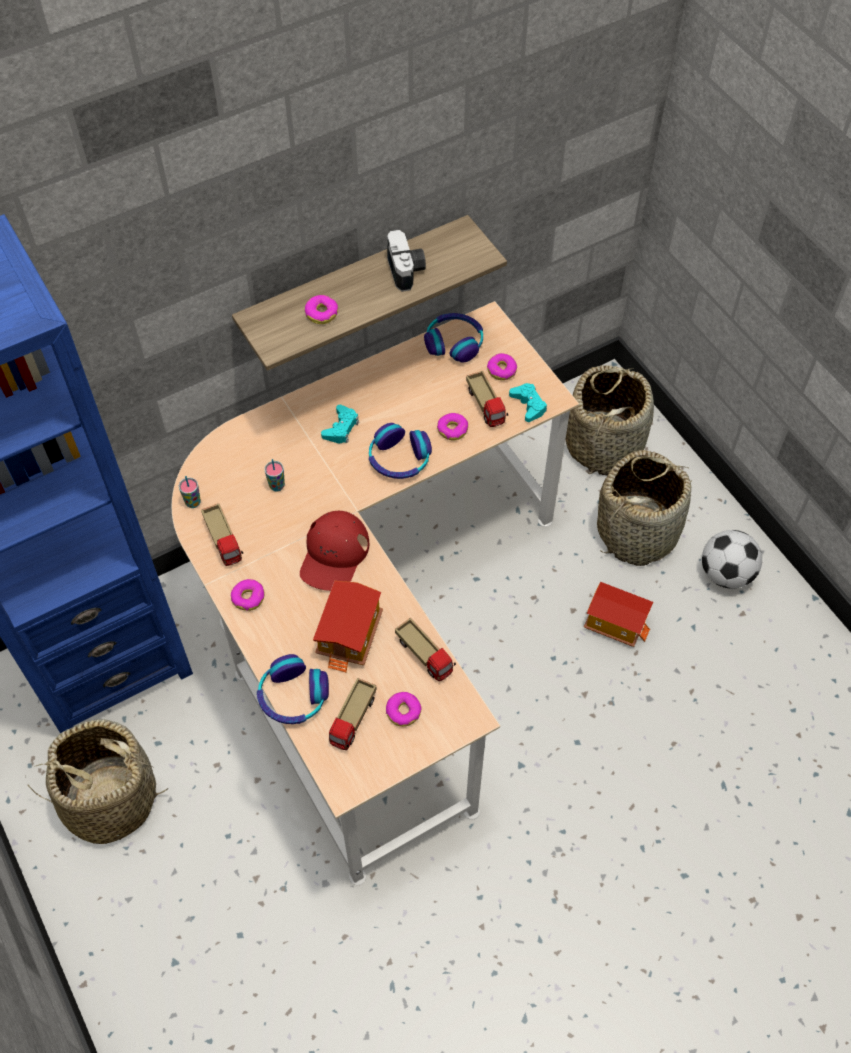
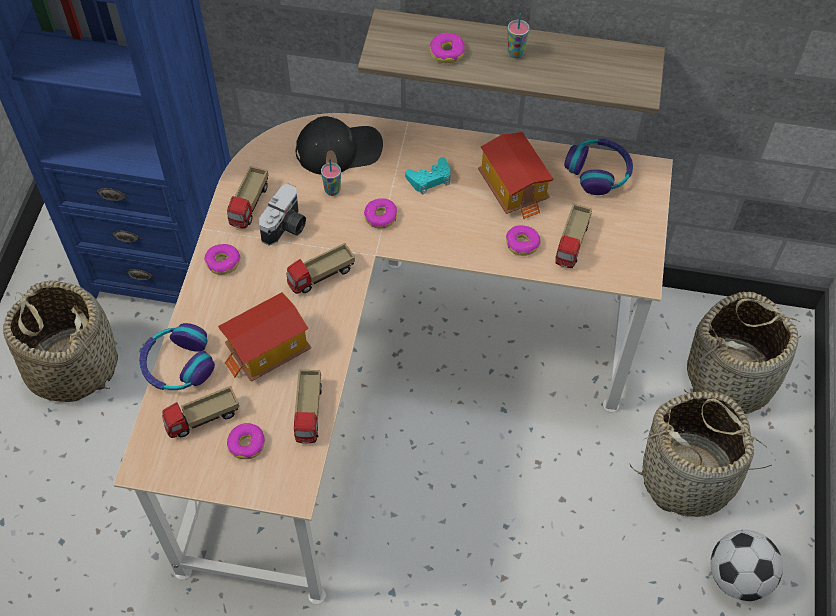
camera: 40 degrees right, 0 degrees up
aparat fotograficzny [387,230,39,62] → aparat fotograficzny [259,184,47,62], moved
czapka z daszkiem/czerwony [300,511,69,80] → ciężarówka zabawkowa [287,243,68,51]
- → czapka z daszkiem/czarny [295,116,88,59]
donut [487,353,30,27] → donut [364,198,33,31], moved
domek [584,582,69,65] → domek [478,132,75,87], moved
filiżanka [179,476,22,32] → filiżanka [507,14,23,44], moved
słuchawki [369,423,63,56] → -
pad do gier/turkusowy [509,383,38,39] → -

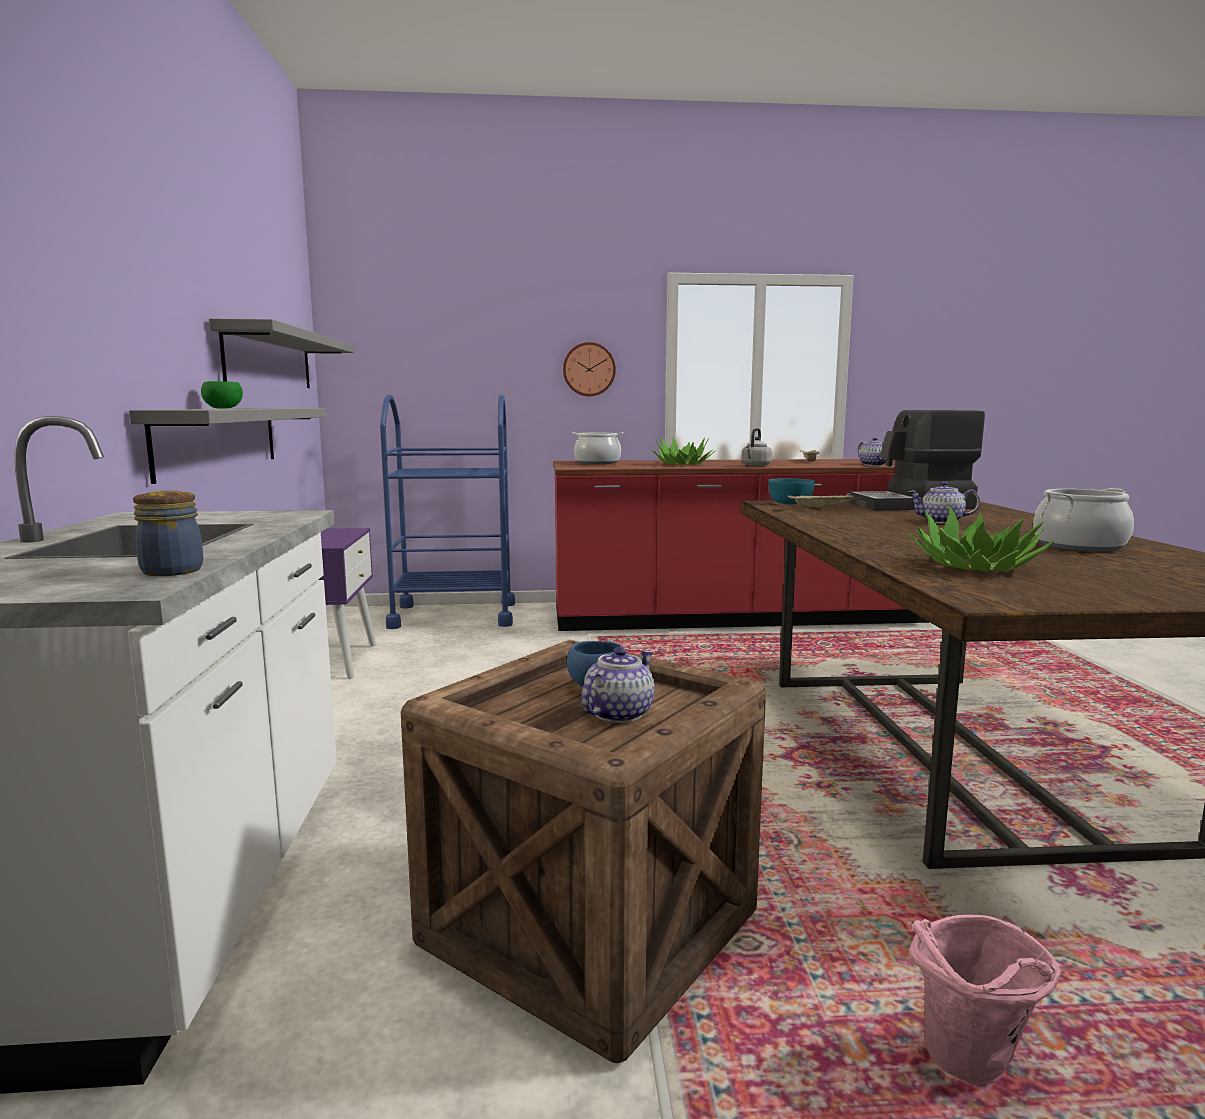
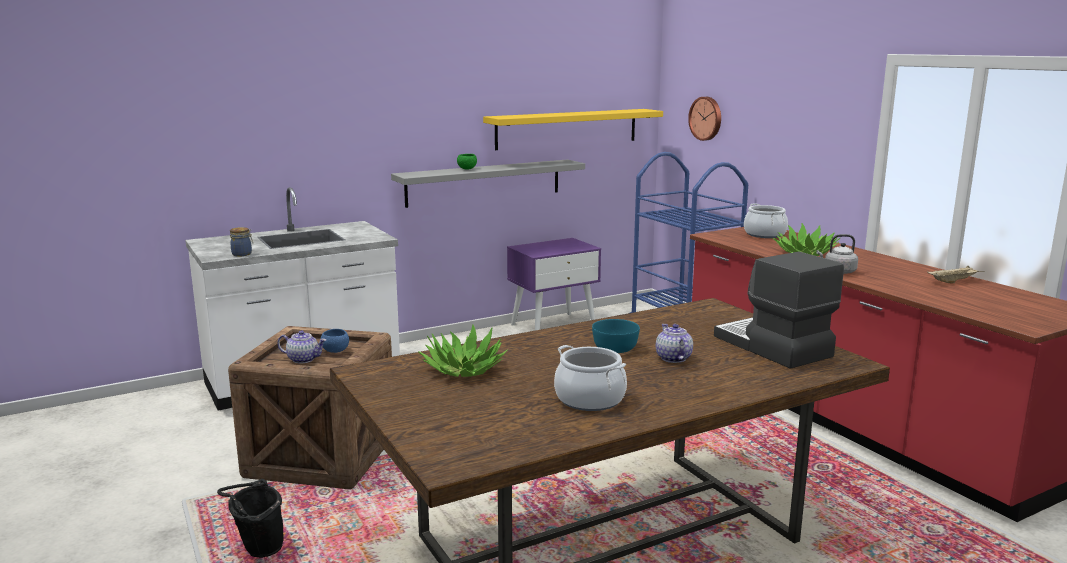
camera: 65 degrees right, 5 degrees up
wiadro/różowy [909,915,151,170] → wiadro/czarny [217,479,67,79]
półka/szary [209,319,145,69] → półka/żółty [483,109,180,41]
miska/turkusowy [768,478,47,26] → miska/turkusowy [592,319,48,34], moved
zegar ścienny [563,342,53,54] → zegar ścienny [688,97,33,44], moved
taca/beżowy [787,493,74,17] → -
imbryk [858,437,28,29] → -

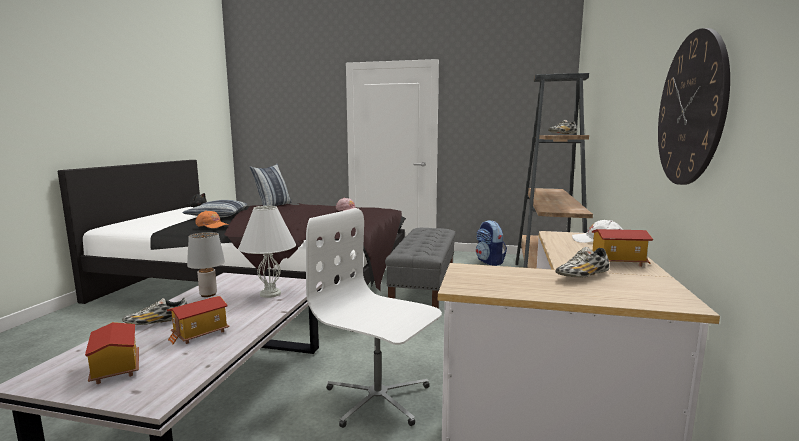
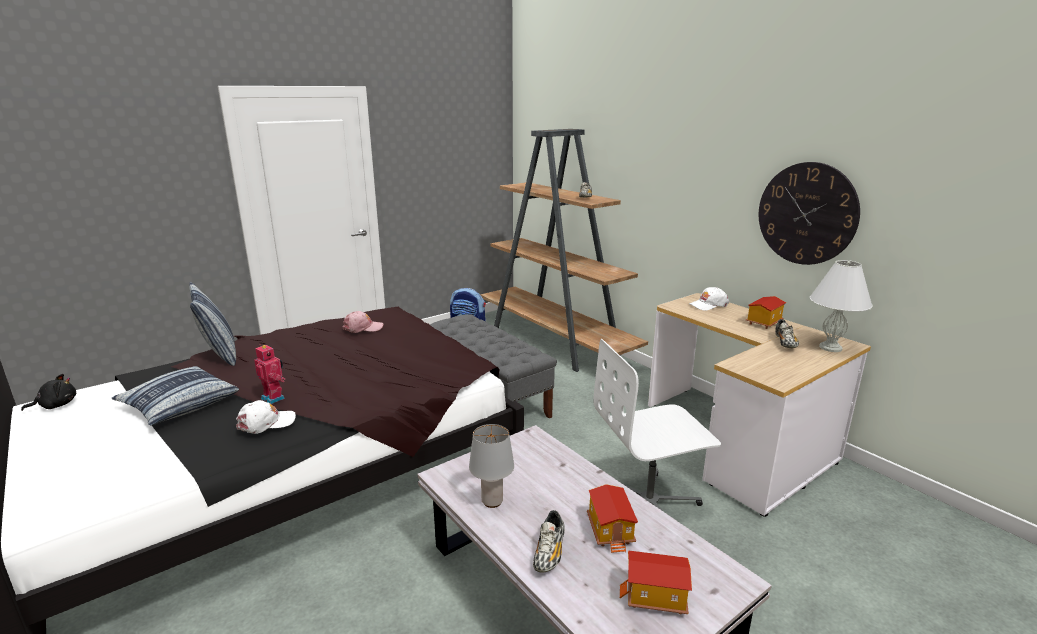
camera: 50 degrees left, 10 degrees up
czapka z daszkiem/pomarańczowy [195,210,33,18] → czapka z daszkiem/biały [236,400,60,34]
- → robot zabawkowy [254,344,31,60]
lampa stołowa/biały [238,205,58,93] → lampa stołowa/biały [810,260,63,92], moved

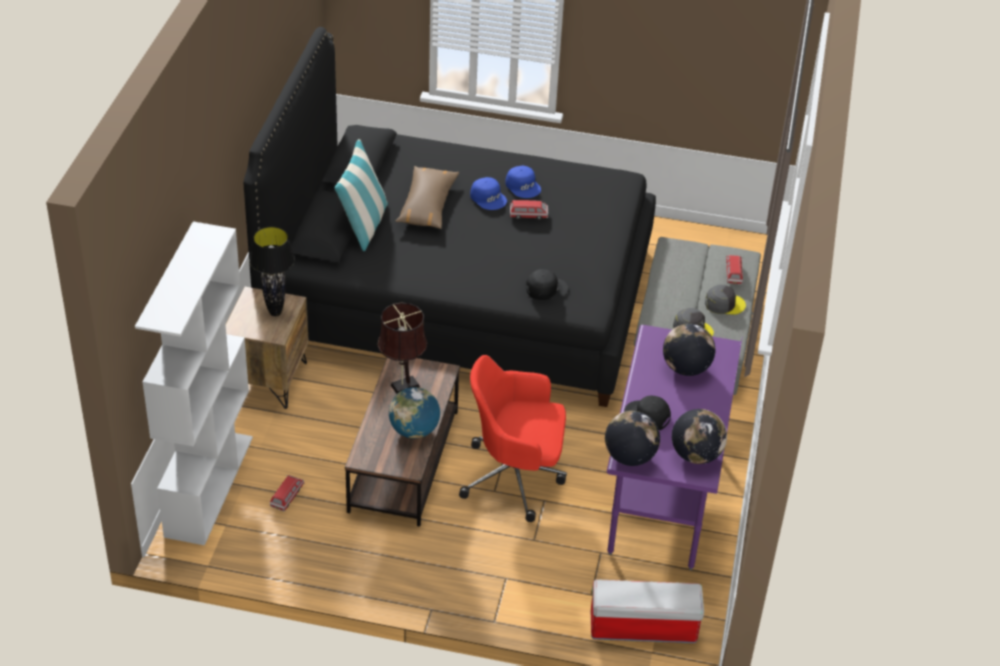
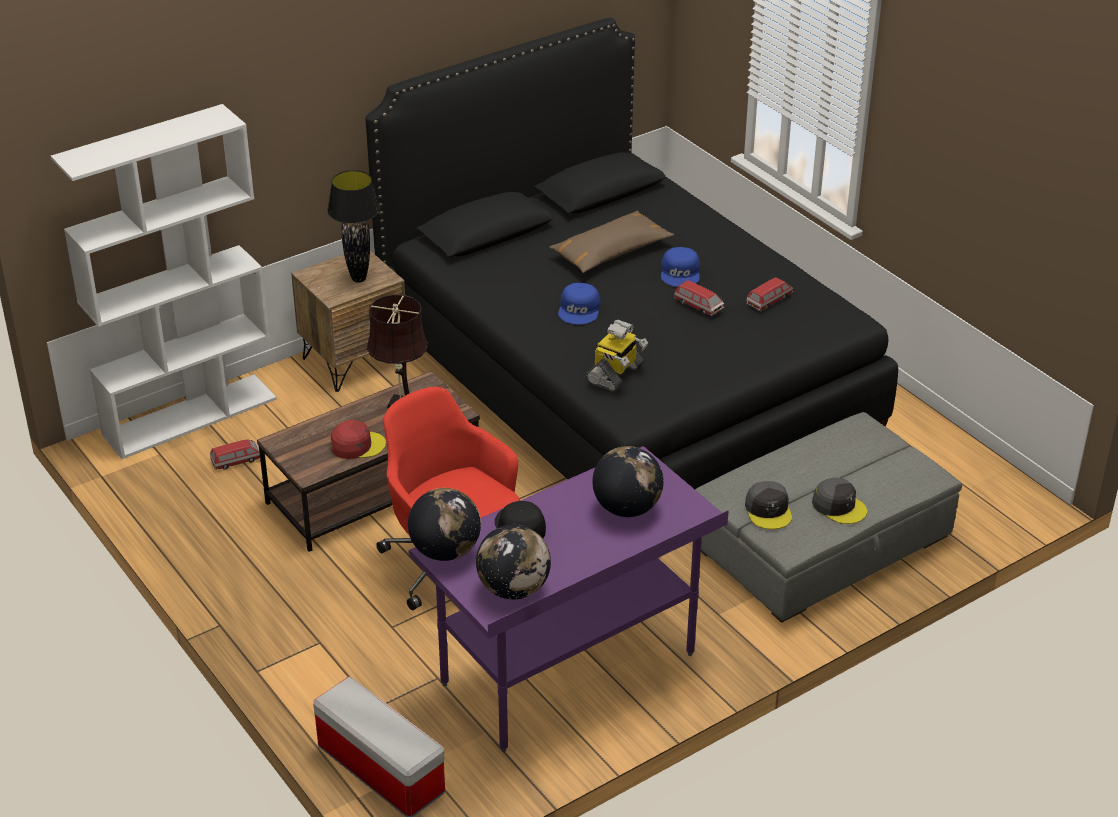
camera: 45 degrees right, 5 degrees down
globus [389,387,51,52] → czapka z daszkiem/czerwony [331,420,55,39]
czapka z daszkiem/niebieski [505,166,36,32] → czapka z daszkiem/niebieski [558,283,42,41], moved
czapka z daszkiem/czarny [526,269,43,31] → robot zabawkowy [586,320,62,72]
samochodzik [726,255,17,30] → samochodzik [746,277,48,34], moved
poduszka [334,139,54,112] → -

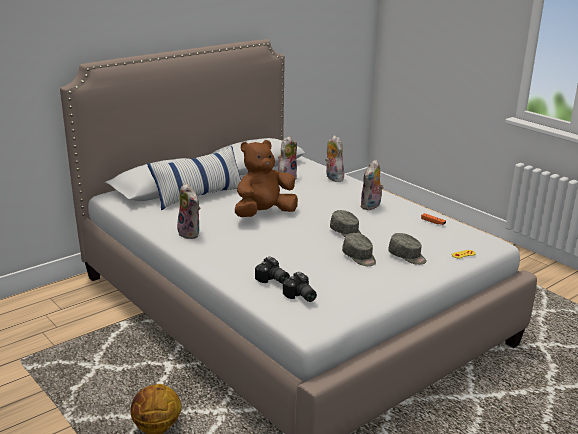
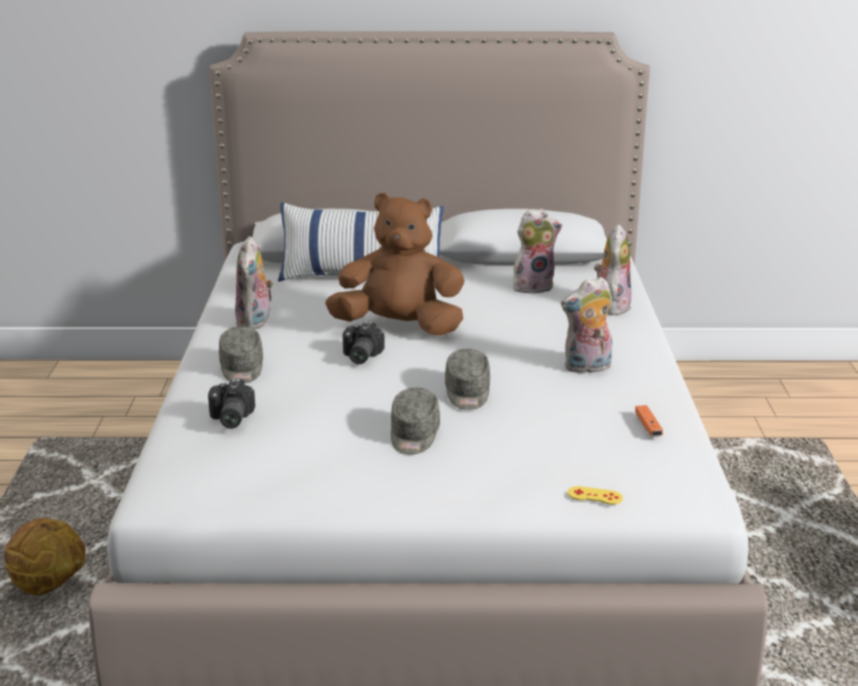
camera: 40 degrees right, 0 degrees up
czapka z daszkiem/szary [388,233,39,32] → czapka z daszkiem/szary [219,326,44,57], moved
aparat fotograficzny [283,272,34,30] → aparat fotograficzny [343,321,42,43], moved

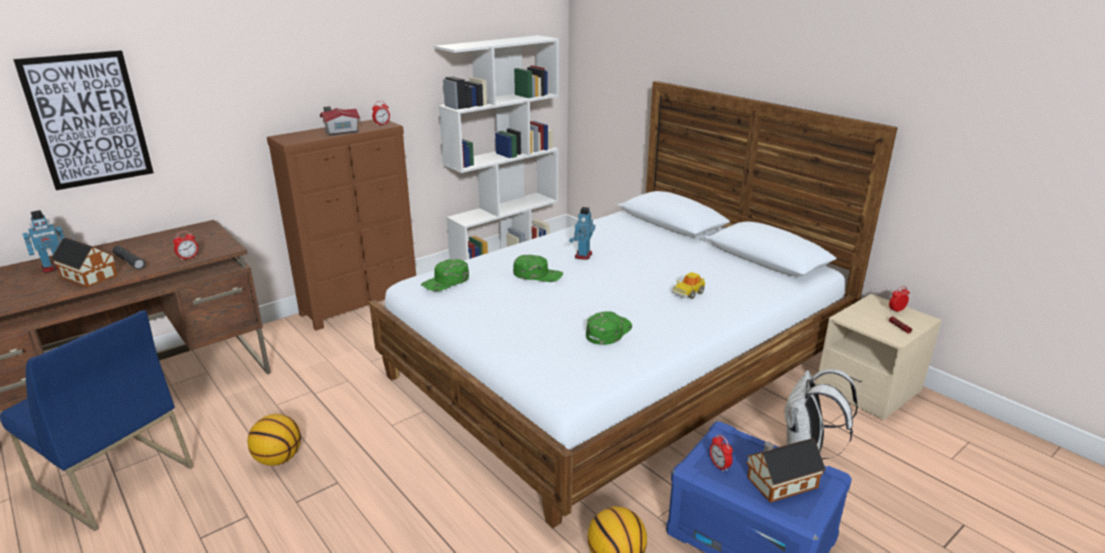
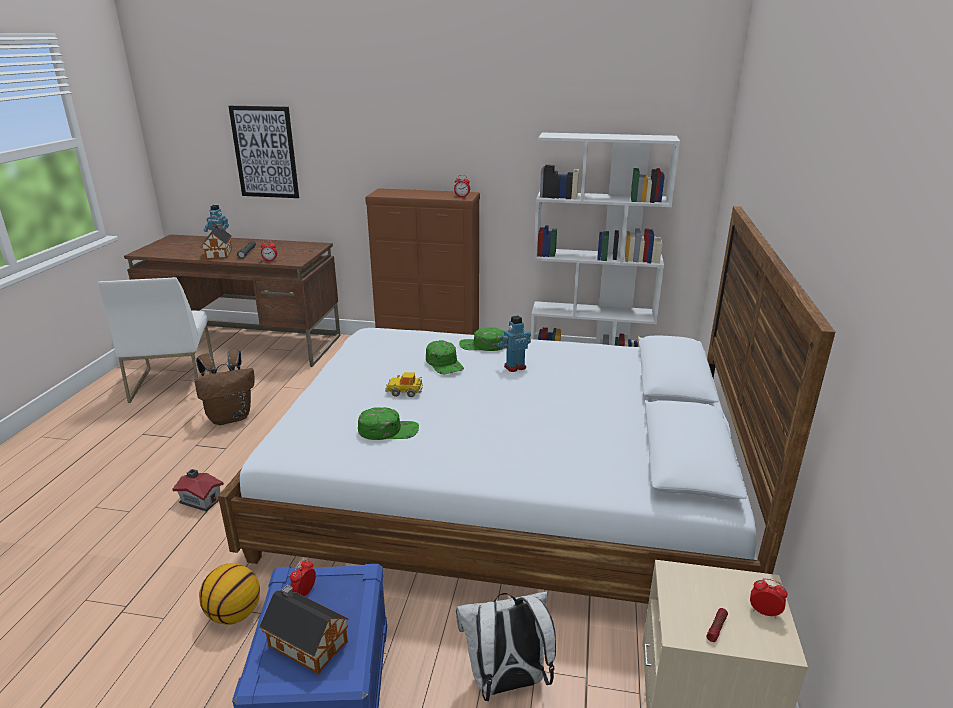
camera: 50 degrees right, 0 degrees up
krzesło/niebieski [0,310,194,221] → krzesło/biały [98,277,116,126]
domek [320,106,40,30] → domek [172,469,52,42], moved
piłka do koszykówki [247,414,54,52] → plecak/brązowy [194,349,61,76]
samochodzik [672,272,33,27] → samochodzik [385,372,38,25], moved
czapka z daszkiem/zielony [421,259,48,32] → czapka z daszkiem/zielony [459,327,45,24], moved

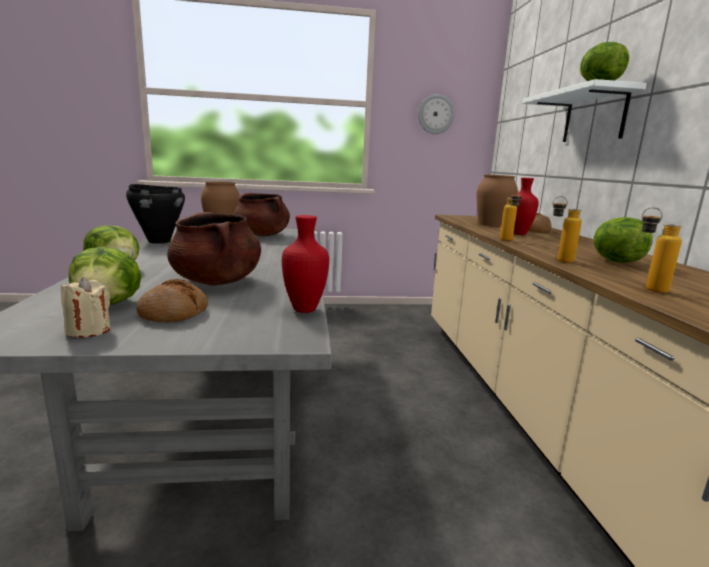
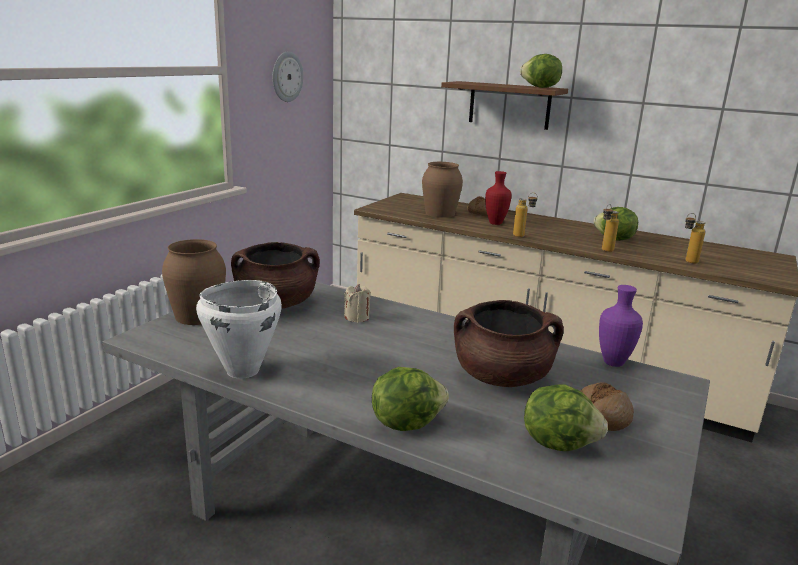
camera: 55 degrees left, 5 degrees up
garnek/czarny [126,184,59,60] → garnek/biały [196,280,86,99]
świeca/beżowy [61,277,50,61] → świeca/beżowy [344,284,27,39], moved
półka/biały [522,79,125,63] → półka/brązowy [441,81,127,49]
wazon/czerwony [282,215,47,98] → wazon/fioletowy [599,285,44,82]

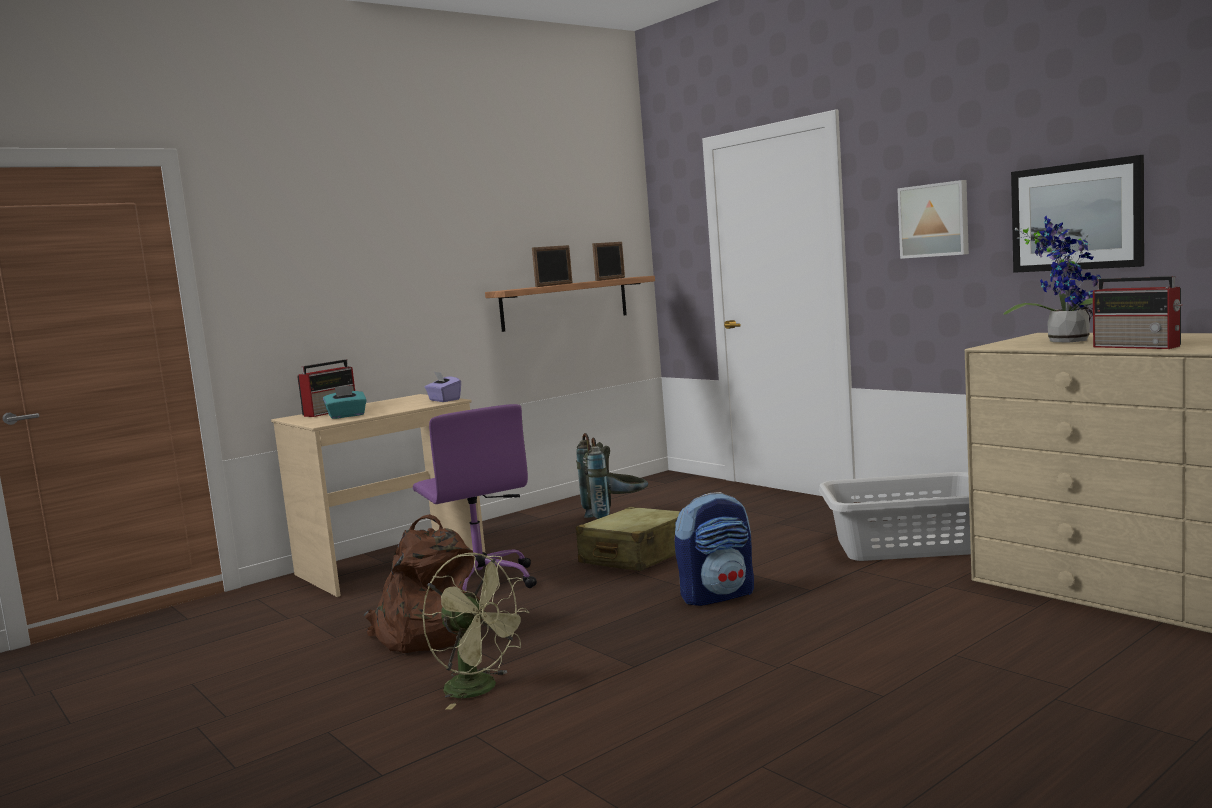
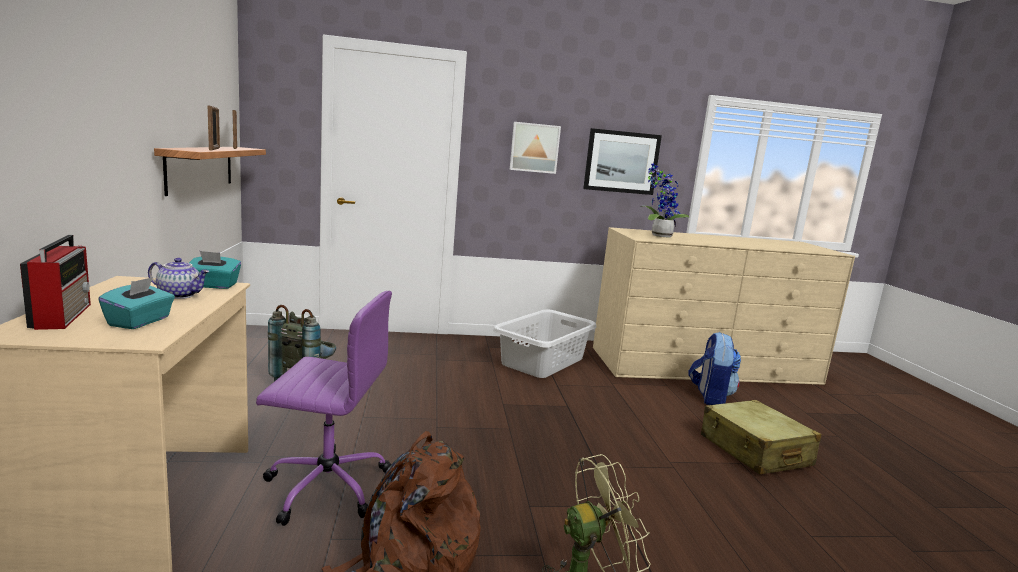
camera: 60 degrees left, 5 degrees up
- → imbryk [148,258,61,41]
pudełko chusteczek/fioletowy [425,372,36,30] → pudełko chusteczek/turkusowy [189,251,52,38]
plecak [674,492,80,114] → plecak [689,332,52,73], moved
walizka/beżowy [576,507,104,64] → walizka/beżowy [701,400,120,75], moved
radio [1093,276,90,73] → -

